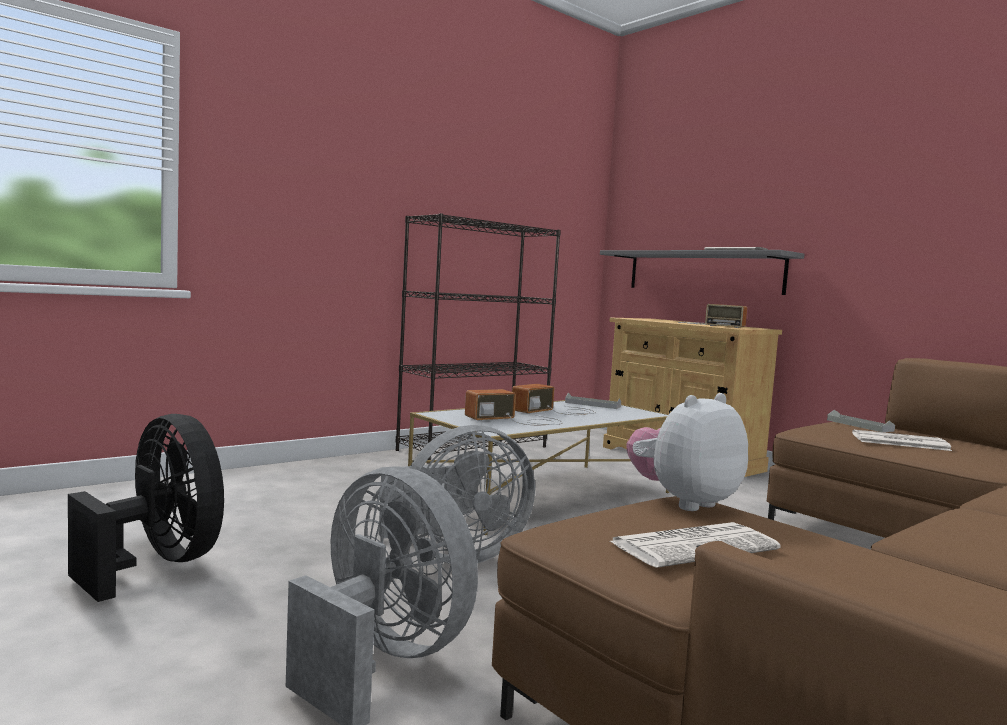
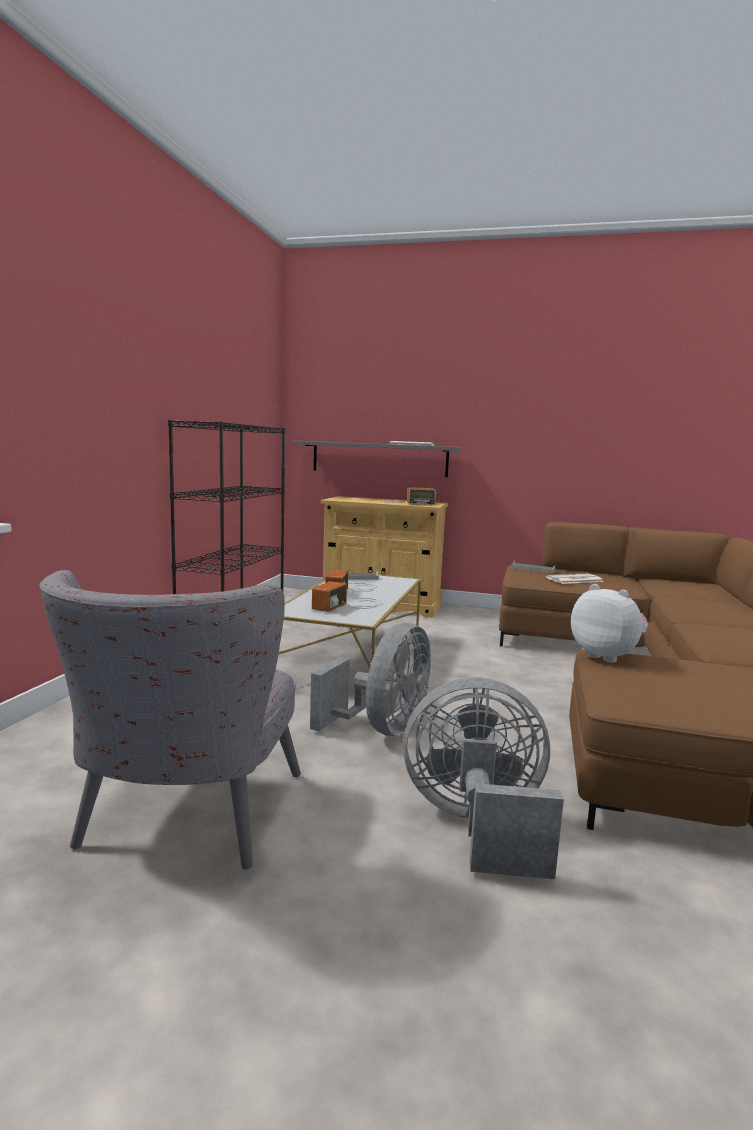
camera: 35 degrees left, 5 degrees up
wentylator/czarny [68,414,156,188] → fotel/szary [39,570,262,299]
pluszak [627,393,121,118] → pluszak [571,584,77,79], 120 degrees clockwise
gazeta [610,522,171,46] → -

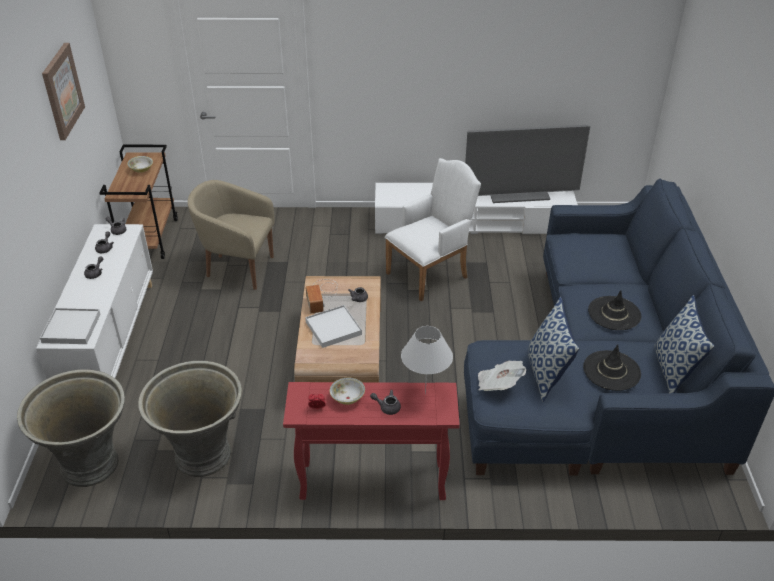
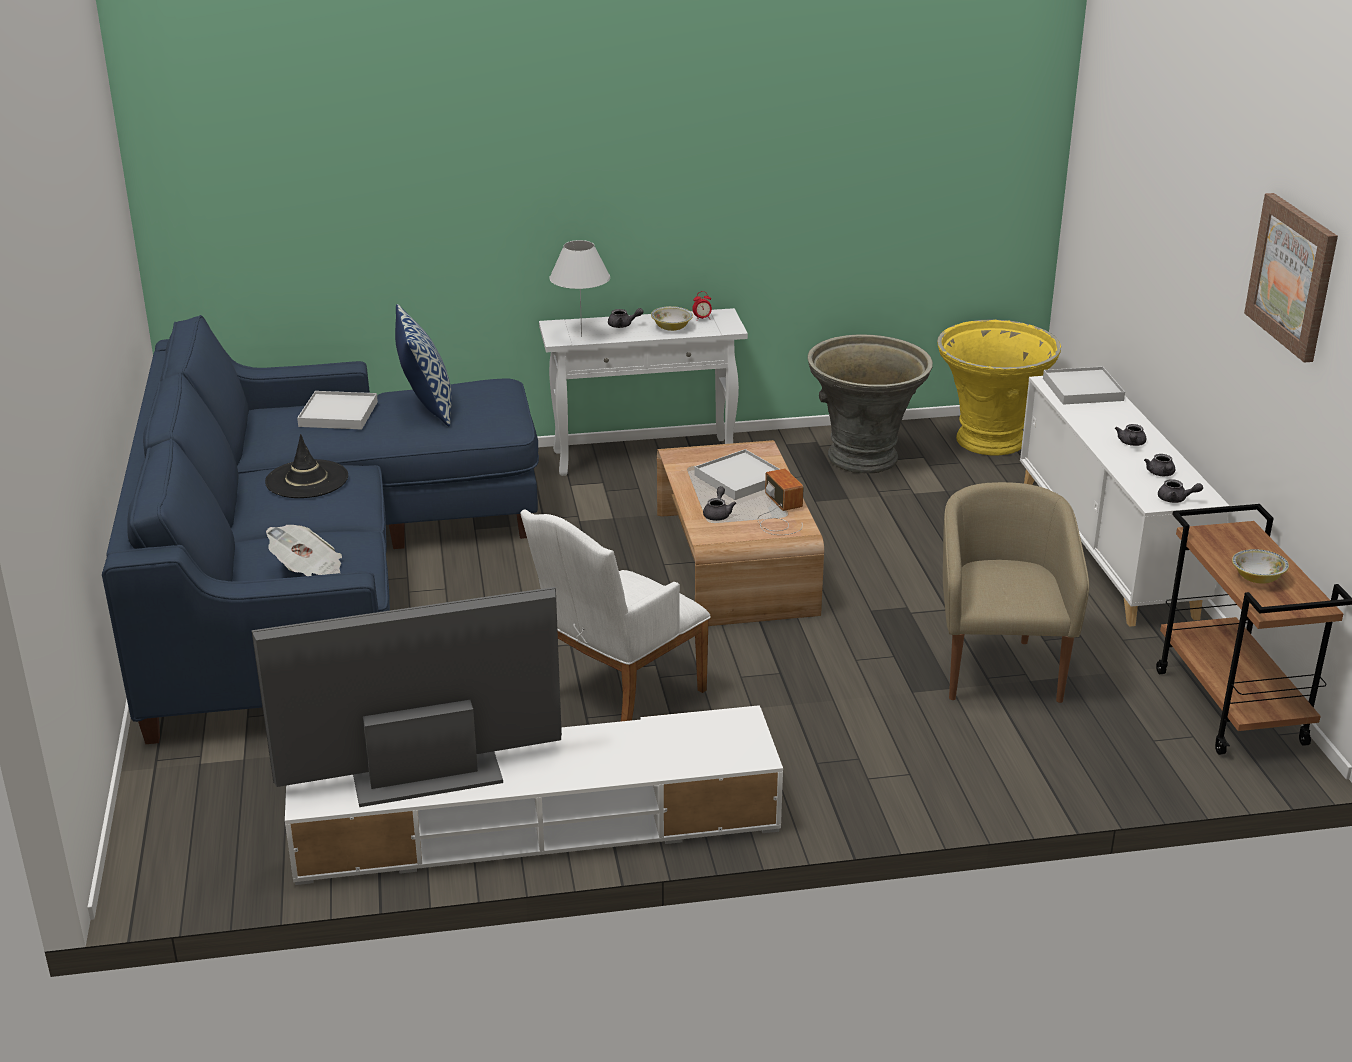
camera: 170 degrees right, 10 degrees down
gazeta [478,361,48,30] → gazeta [266,525,76,51], moved
kapelusz/czarny [583,345,58,46] → taca/biały [297,391,81,38]
stolik konsolowy/czerwony [283,382,177,118] → stolik konsolowy/biały [539,308,209,168]
donica/szary [17,369,108,118] → donica/żółty [937,320,124,136]
fotel/beżowy [188,180,87,110] → fotel/beżowy [943,482,146,221], 90 degrees counterclockwise
poduszka [654,295,61,98] → -

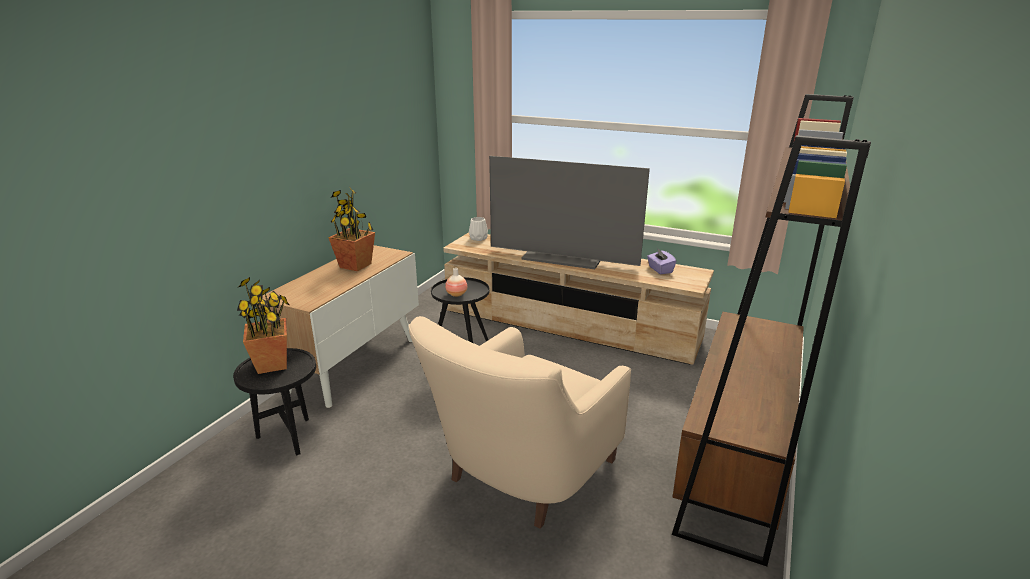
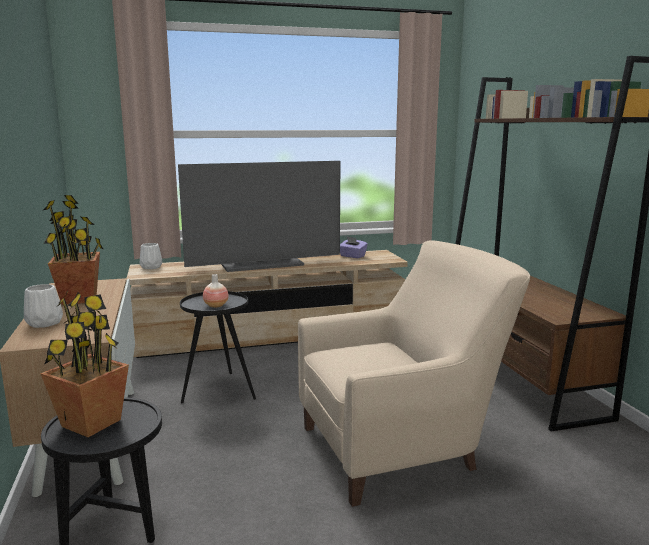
camera: 40 degrees left, 10 degrees down
- → wazon/biały [24,284,39,44]
fotel/beżowy [408,316,223,213] → fotel/beżowy [298,240,232,267], 105 degrees counterclockwise

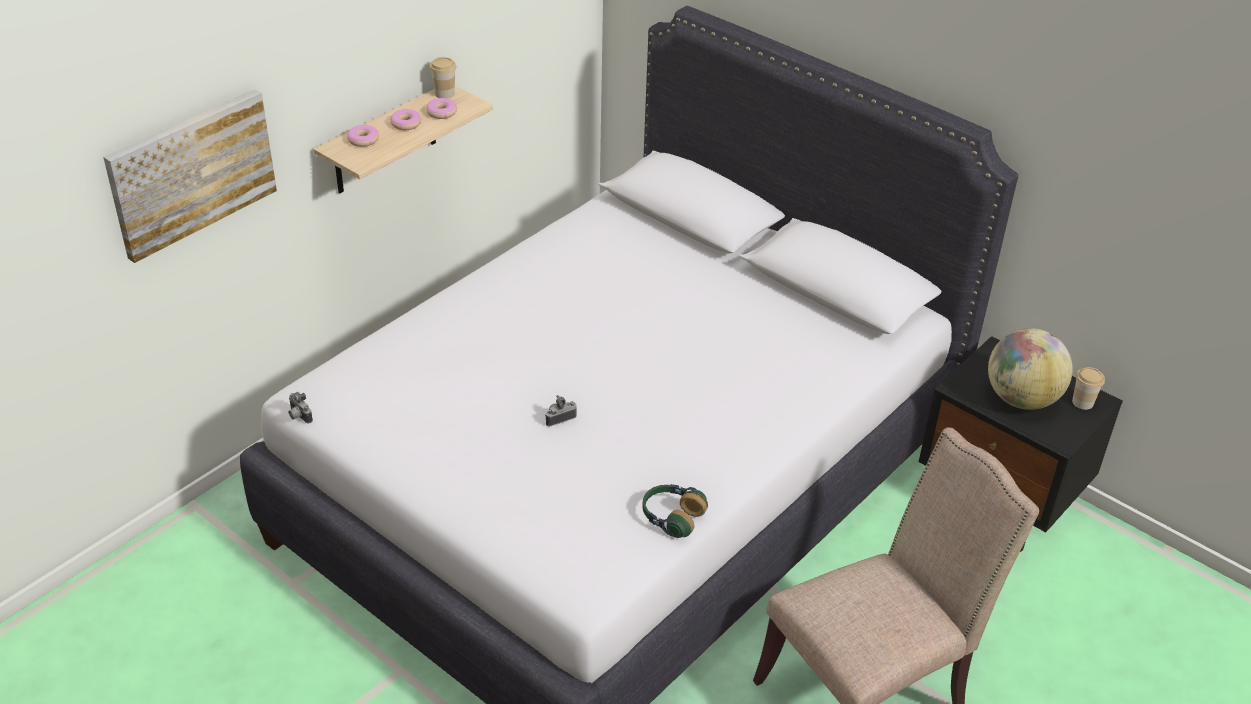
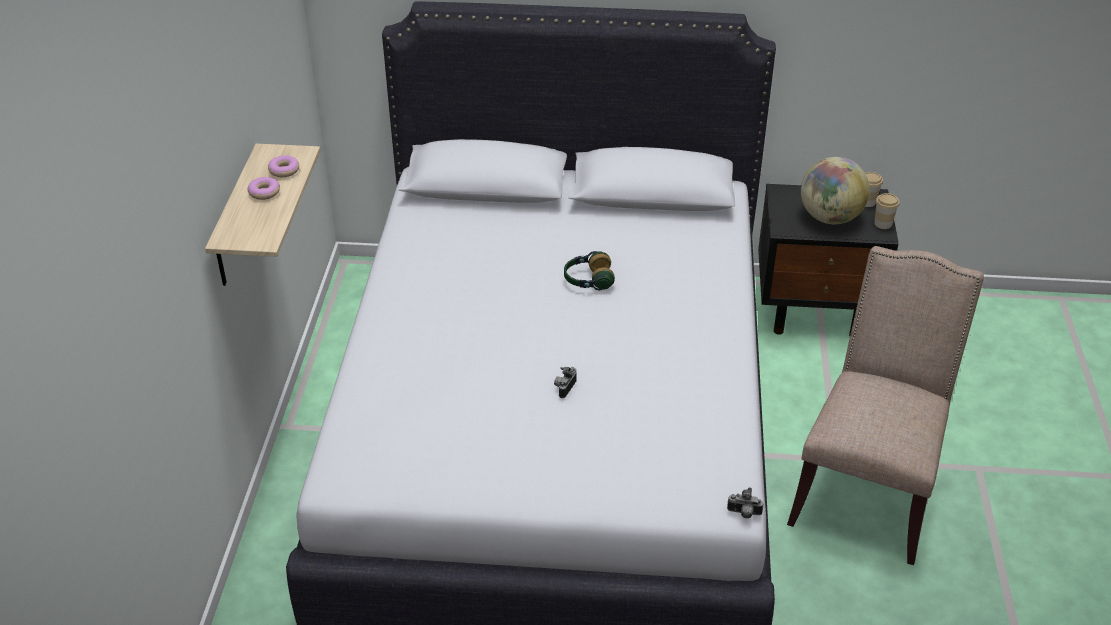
camera: 35 degrees left, 0 degrees up
słuchawki [643,484,65,54] → słuchawki [564,251,51,39], moved
aparat fotograficzny [289,392,24,31] → aparat fotograficzny [727,488,36,31], moved
filiżanka [429,57,27,42] → filiżanka [874,193,26,36], moved
obraz [103,89,174,174] → -
donut [347,125,32,22] → -

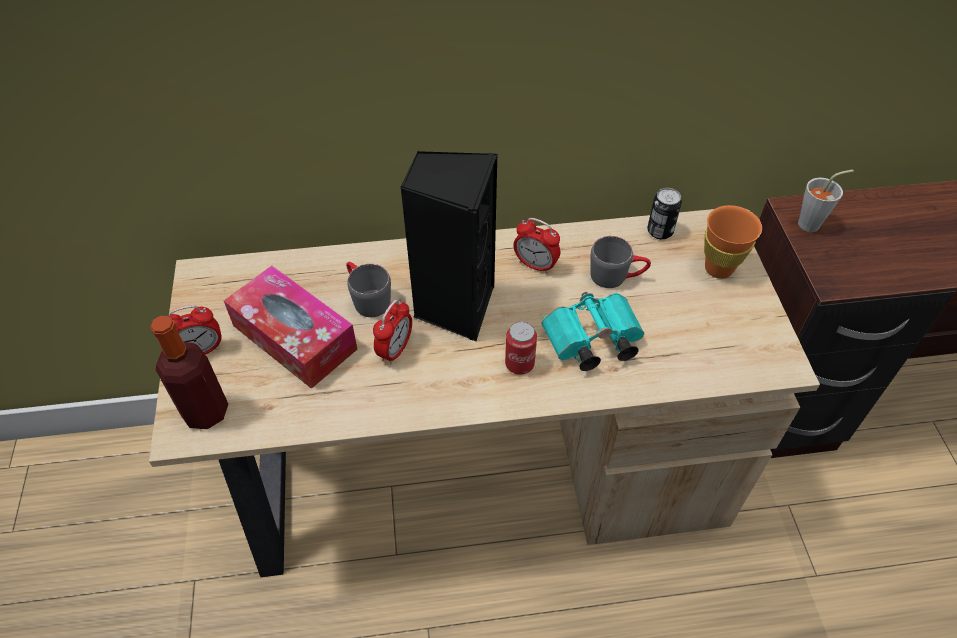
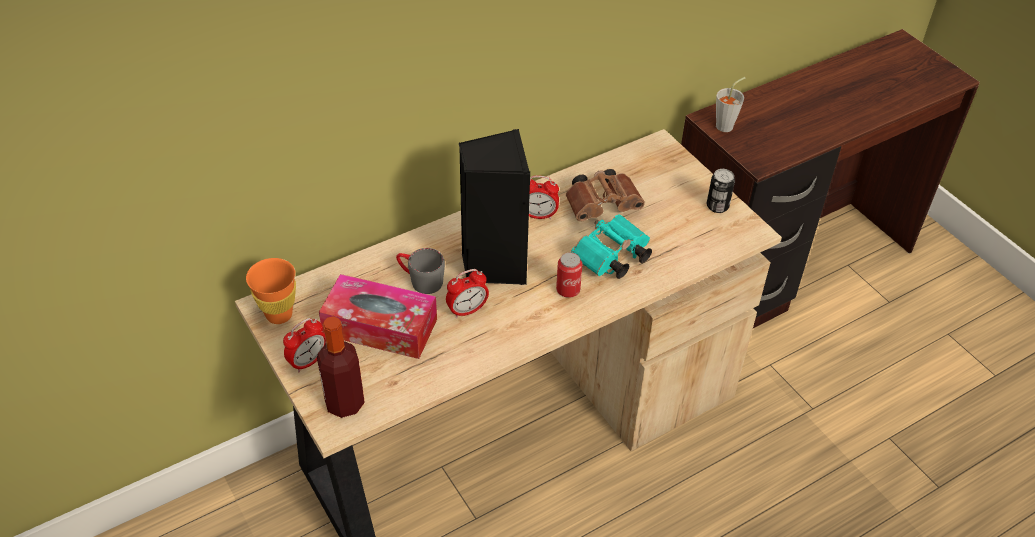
camera: 25 degrees left, 5 degrees down
filiżanka/pomarańczowy [704,205,58,74] → filiżanka/pomarańczowy [246,258,50,66], moved
budzik [373,299,39,65] → budzik [446,269,43,49], 60 degrees clockwise
kubek/szary [590,236,61,52] → lornetka/brązowy [566,169,79,52]
puszka [647,188,35,51] → puszka [707,169,28,44], moved

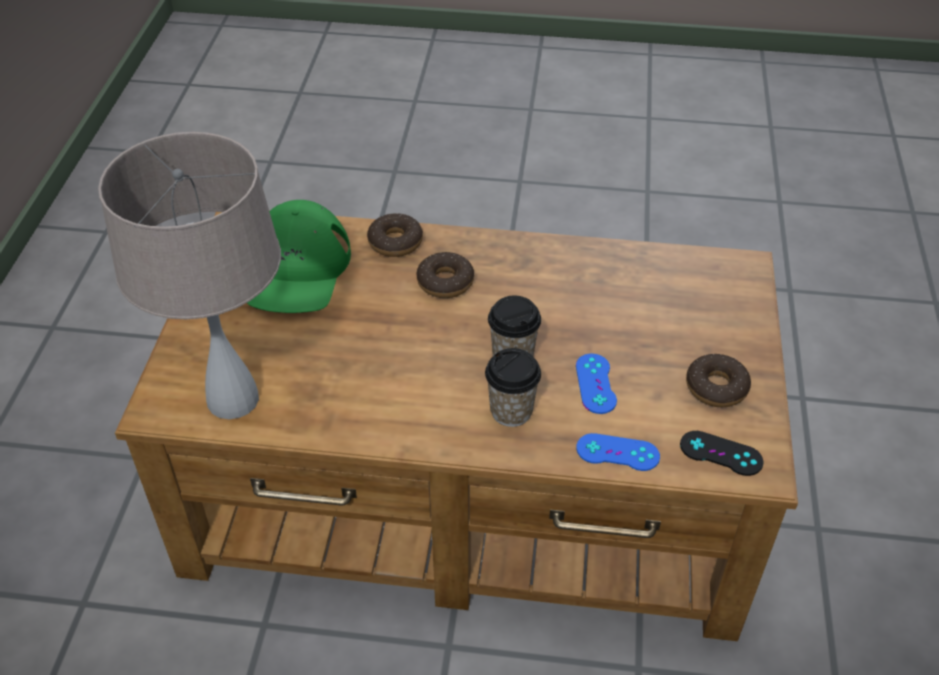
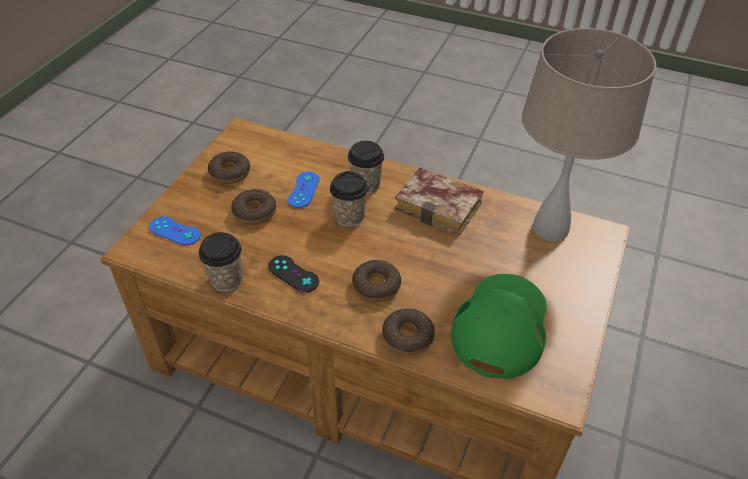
camera: 165 degrees left, 0 degrees up
pad do gier/niebieski [576,433,84,38] → pad do gier/niebieski [149,216,51,29], moved
- → filiżanka [199,232,43,60]
- → donut [231,189,45,36]
pad do gier/czarny [680,431,83,45] → pad do gier/czarny [268,255,51,37], moved
- → książka [395,167,89,68]

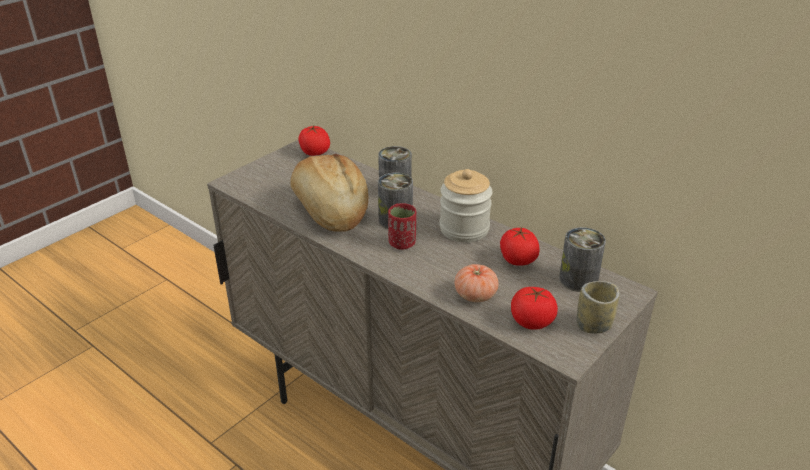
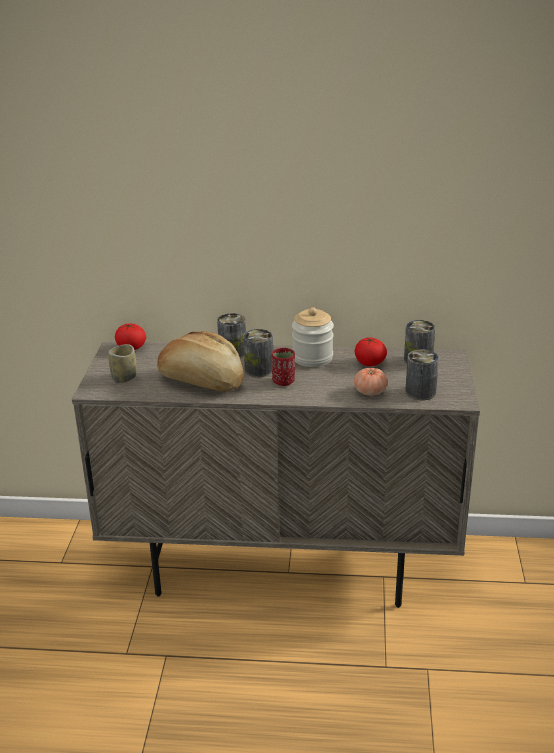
camera: 35 degrees left, 5 degrees down
filiżanka [577,281,43,53] → filiżanka [108,344,29,39], moved
pomidor [511,287,47,43] → puszka [405,349,34,51]

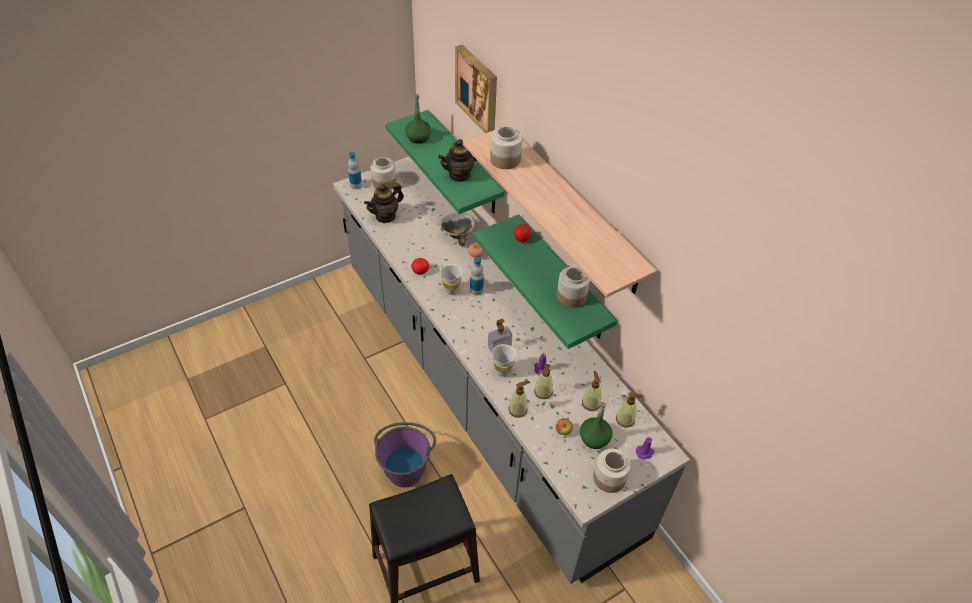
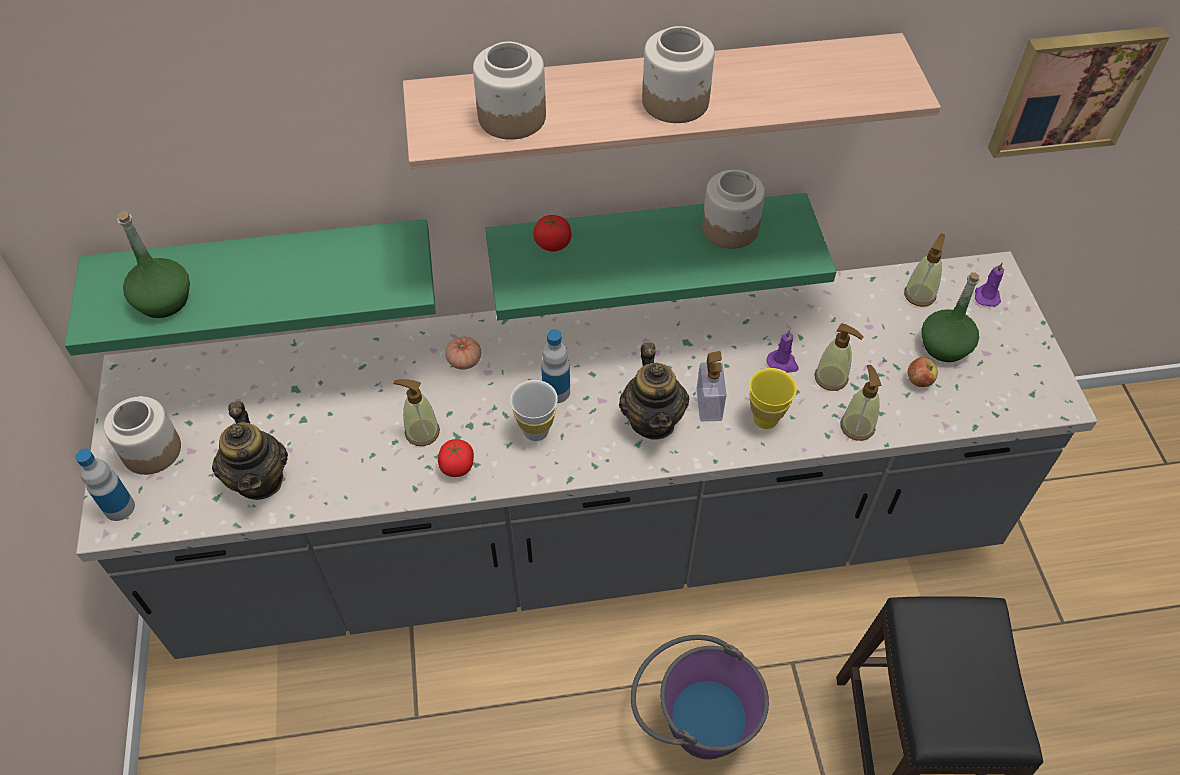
camera: 65 degrees left, 5 degrees up
dozownik mydła [582,371,19,40] → dozownik mydła [393,379,47,67], moved
imbryk [438,139,40,43] → imbryk [619,343,70,97], moved
słoik [593,448,38,45] → słoik [642,26,73,97], moved
filiżanka/biały [492,344,24,32] → filiżanka/żółty [749,368,48,61]
obraz [455,45,42,88] → obraz [988,26,181,132], moved
miska [439,212,36,34] → -

